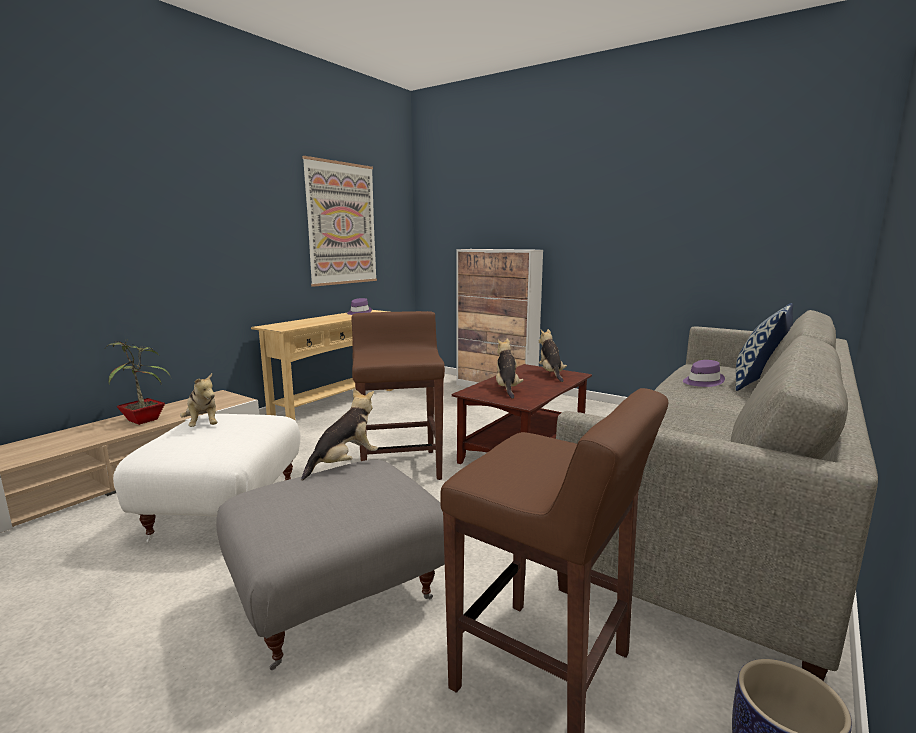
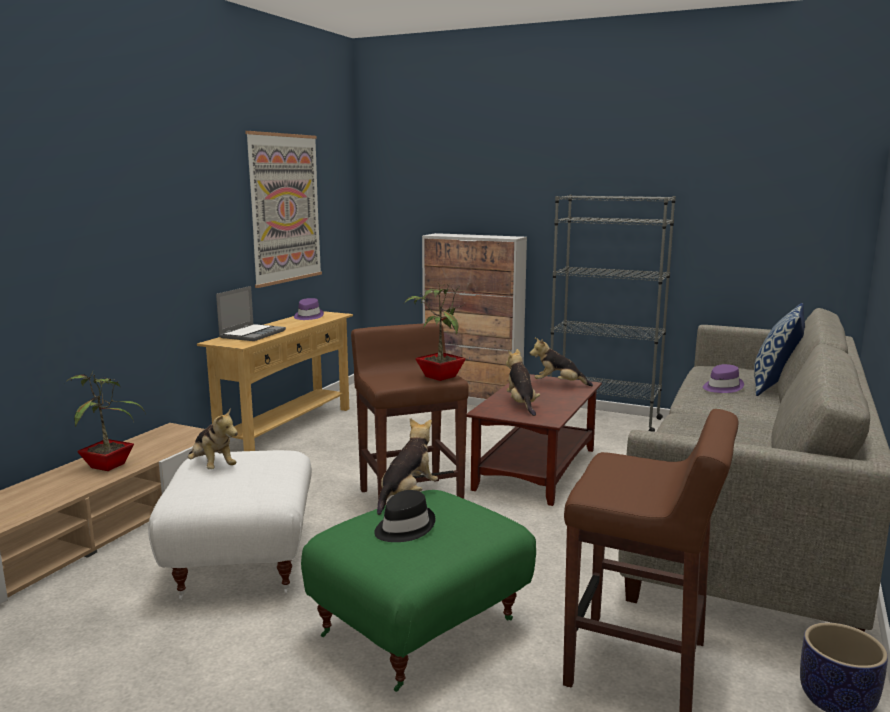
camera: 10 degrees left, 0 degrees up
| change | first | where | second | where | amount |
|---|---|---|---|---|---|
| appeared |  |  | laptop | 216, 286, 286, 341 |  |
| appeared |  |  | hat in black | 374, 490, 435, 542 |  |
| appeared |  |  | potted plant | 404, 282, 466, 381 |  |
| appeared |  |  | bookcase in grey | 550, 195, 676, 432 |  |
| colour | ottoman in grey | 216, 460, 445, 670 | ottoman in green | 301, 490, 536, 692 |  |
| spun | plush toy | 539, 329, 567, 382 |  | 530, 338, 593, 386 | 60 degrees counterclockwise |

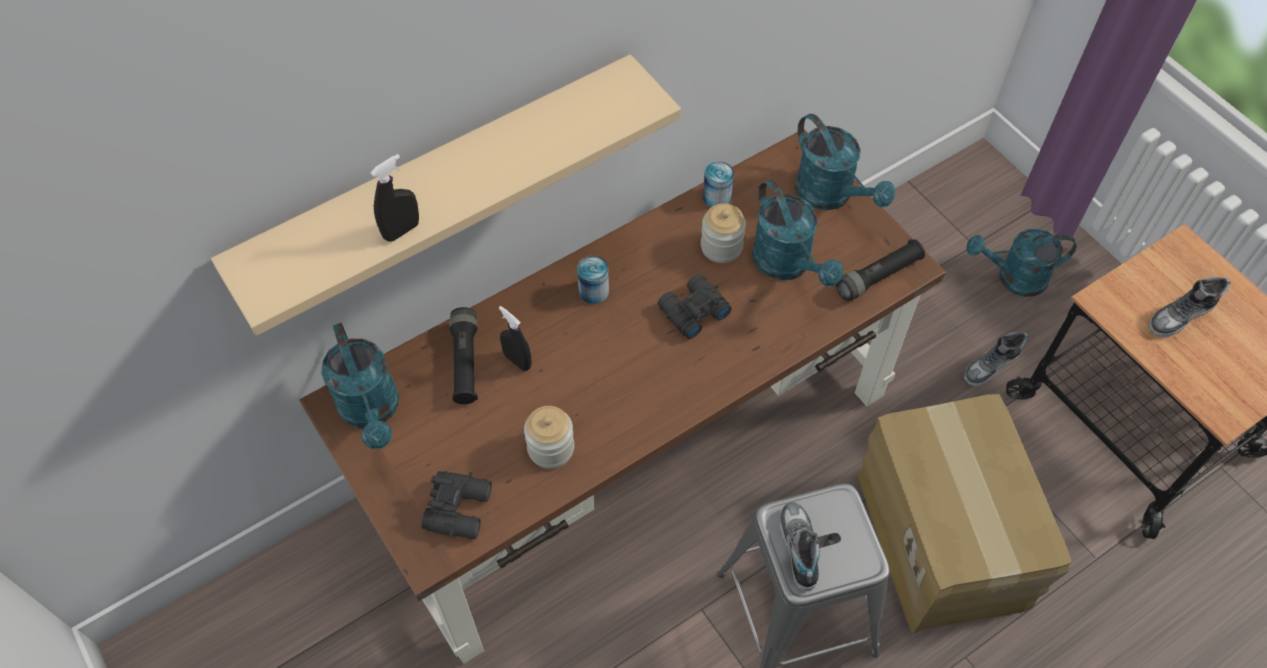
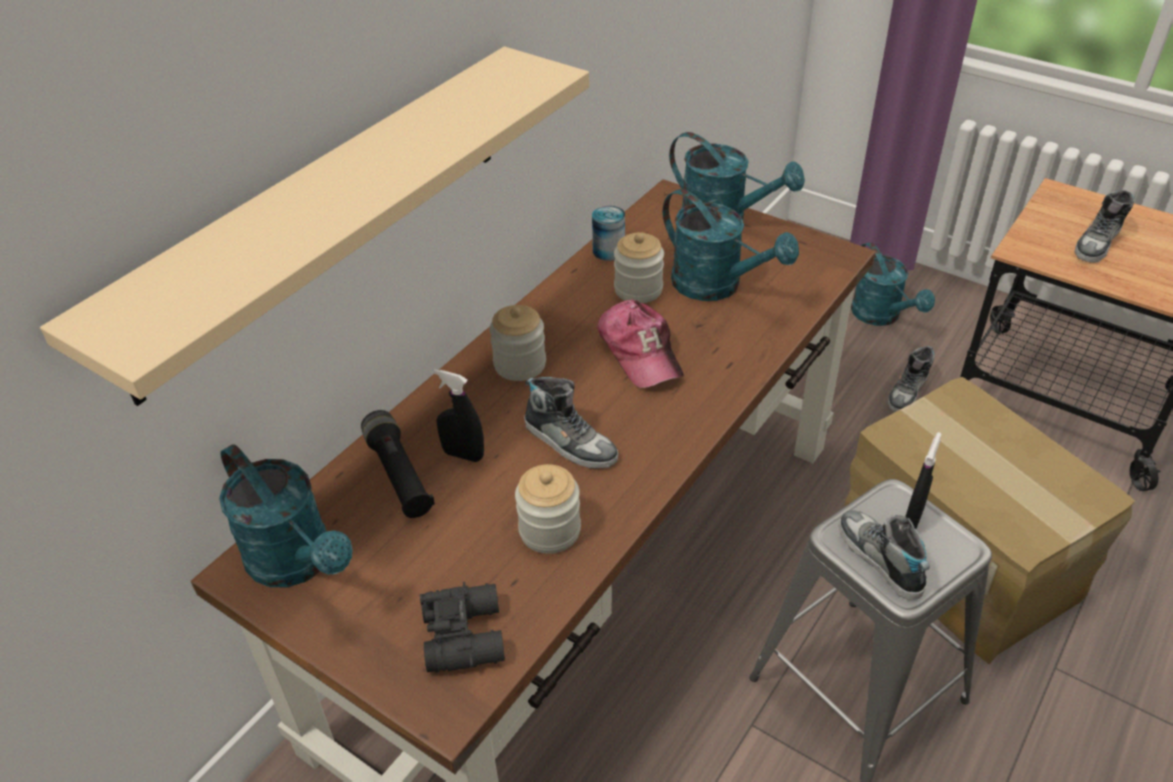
camera: 20 degrees left, 15 degrees down
| change | first | where | second | where | amount |
|---|---|---|---|---|---|
| missing | flashlight in black | 836, 239, 925, 301 |  |  |  |
| appeared |  |  | shoe | 524, 377, 618, 469 |  |
| relocated | spray bottle in black | 370, 154, 419, 242 |  | 905, 432, 941, 529 |  |
| exchanged | can | 577, 256, 609, 304 | jar | 489, 305, 546, 381 |  |
| exchanged | binoculars in black | 657, 274, 732, 339 | cap | 597, 300, 684, 388 |  |
| spun | watering can in turquoise | 966, 229, 1076, 297 |  | 851, 242, 935, 326 | 90 degrees counterclockwise |

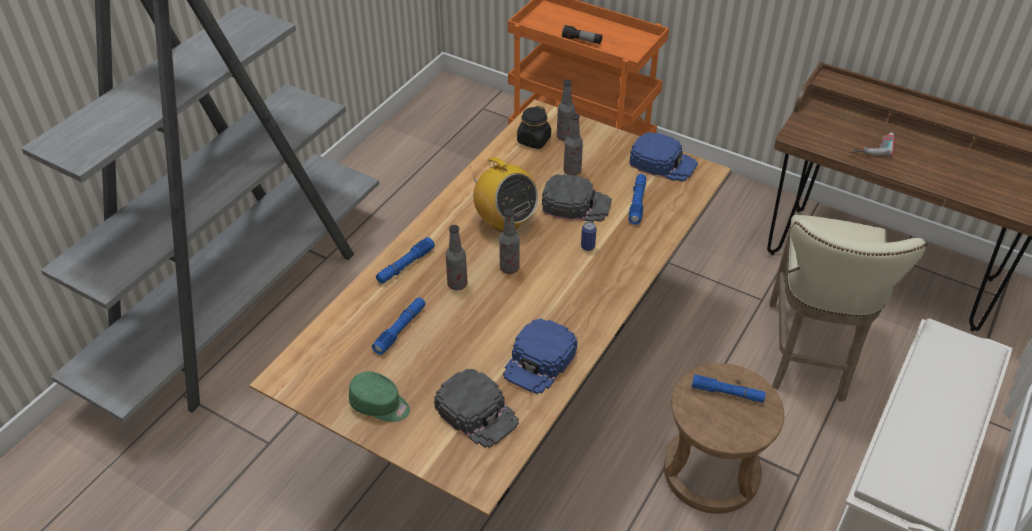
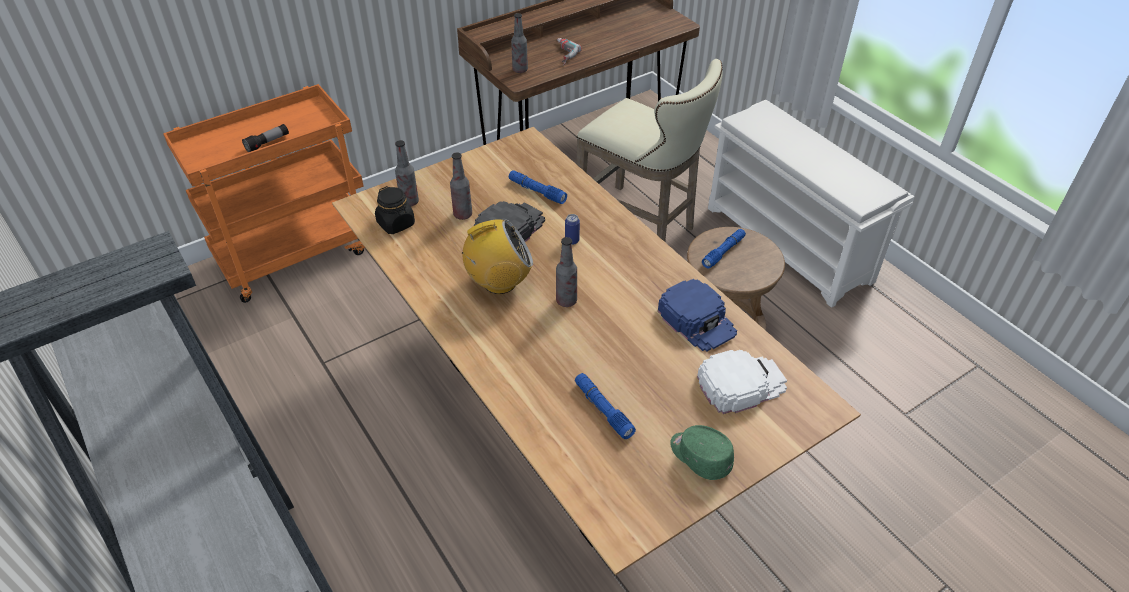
camera: 65 degrees left, 0 degrees up
| change | first | where | second | where | amount |
|---|---|---|---|---|---|
| missing | flashlight in blue | 376, 237, 435, 284 |  |  |  |
| missing | cap in blue | 629, 132, 698, 182 |  |  |  |
| relocated | bottle | 446, 225, 468, 290 |  | 511, 13, 528, 73 |  |
| colour | cap in black | 434, 369, 519, 448 | cap in white | 697, 350, 787, 414 |  |
| spun | cap in green | 349, 371, 410, 422 |  | 670, 425, 734, 480 | 90 degrees counterclockwise |

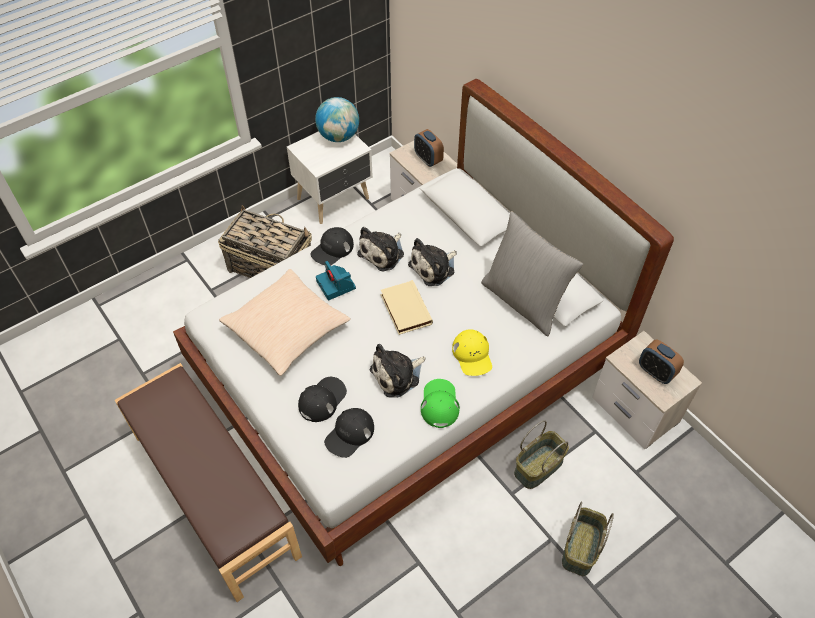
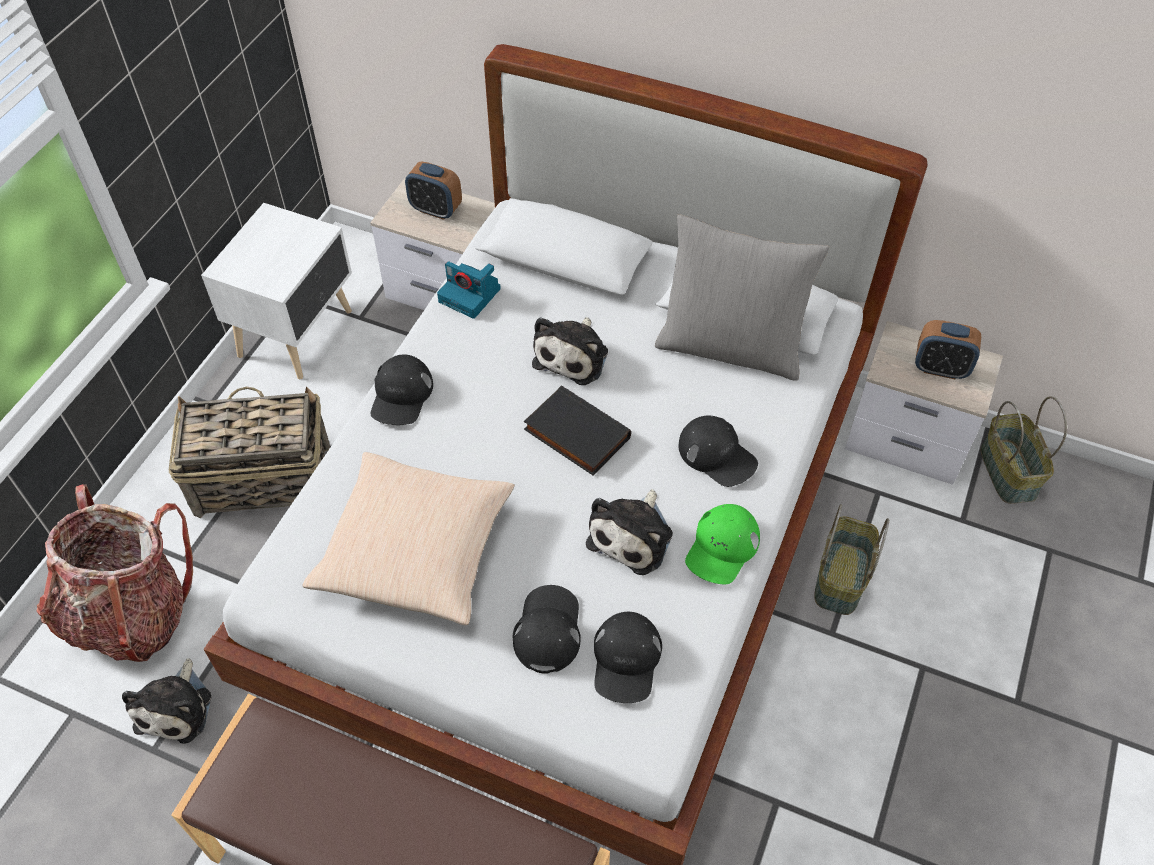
camera: 30 degrees left, 0 degrees up
| change | first | where | second | where | amount |
|---|---|---|---|---|---|
| missing | globe | 315, 97, 359, 142 |  |  |  |
| appeared |  |  | backpack | 36, 484, 193, 662 |  |
| relocated | photo camera | 316, 261, 356, 300 |  | 437, 261, 501, 319 |  |
| relocated | plush toy | 357, 227, 404, 272 |  | 122, 658, 211, 744 |  |
| relocated | basket | 562, 502, 614, 576 |  | 980, 396, 1067, 504 |  |
| colour | book in beige | 381, 280, 433, 335 | book in black | 524, 386, 631, 476 |  |
| colour | cap in yellow | 452, 329, 492, 376 | cap in black | 679, 416, 758, 487 |  |
| spun | cap in green | 421, 379, 460, 428 |  | 685, 504, 760, 584 | 120 degrees counterclockwise |

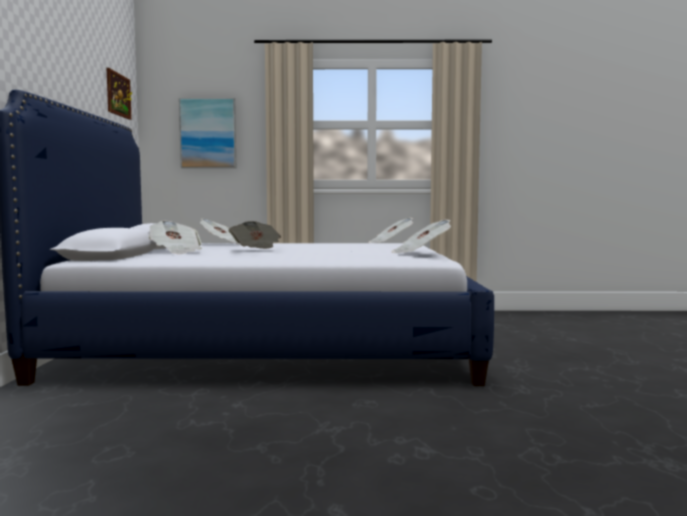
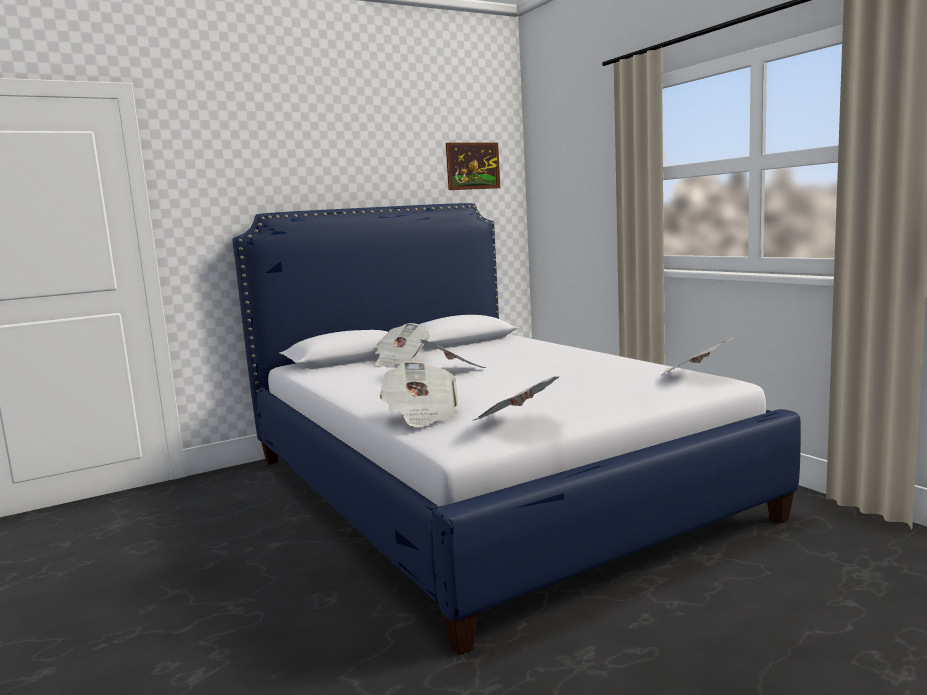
camera: 60 degrees right, 5 degrees up
| change | first | where | second | where | amount |
|---|---|---|---|---|---|
| missing | picture | 179, 98, 236, 168 |  |  |  |
| relocated | newspaper | 200, 218, 241, 245 |  | 380, 361, 458, 427 |  |

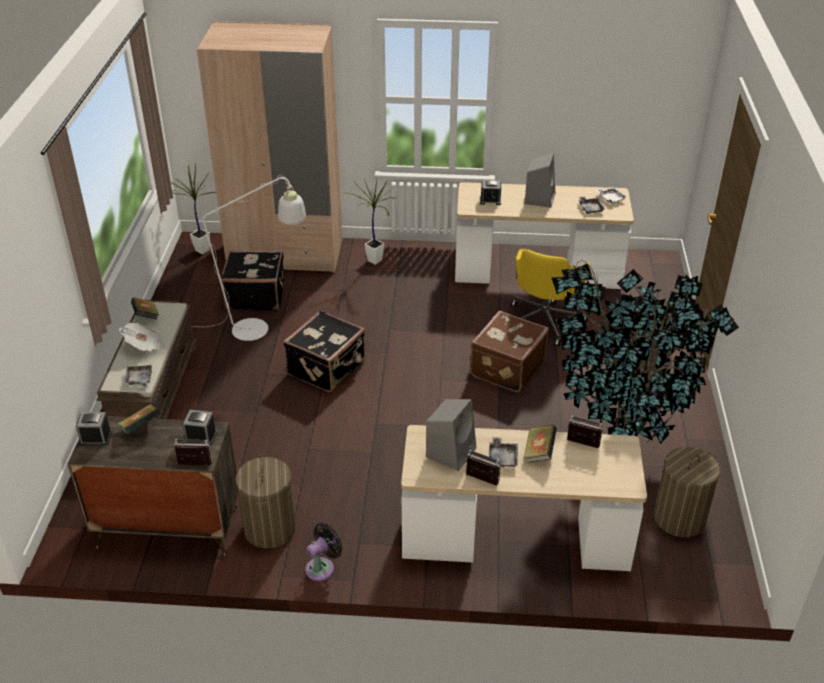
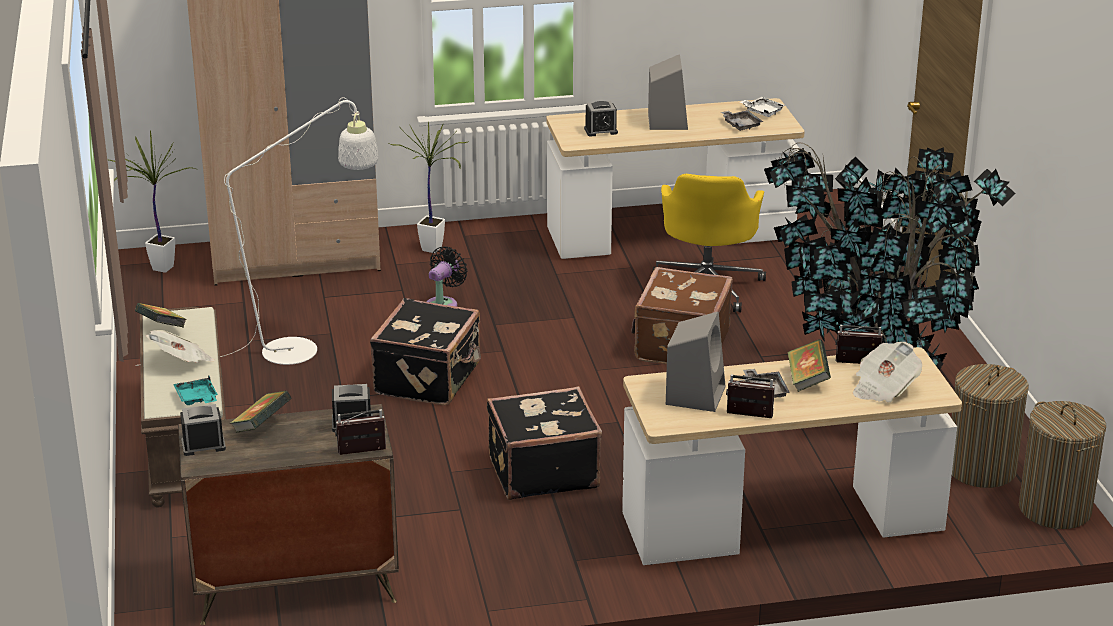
camera: 15 degrees left, 10 degrees down
| change | first | where | second | where | amount |
|---|---|---|---|---|---|
| appeared |  |  | newspaper | 853, 342, 922, 403 |  |
| relocated | suitcase in black | 221, 250, 285, 311 |  | 487, 386, 602, 500 |  |
| relocated | laundry basket | 235, 455, 296, 548 |  | 1019, 401, 1106, 529 |  |
| relocated | fan in black | 305, 523, 343, 581 |  | 427, 246, 468, 307 |  |
| colour | tray in grey | 125, 365, 152, 387 | tray in turquoise | 173, 375, 218, 405 |  |

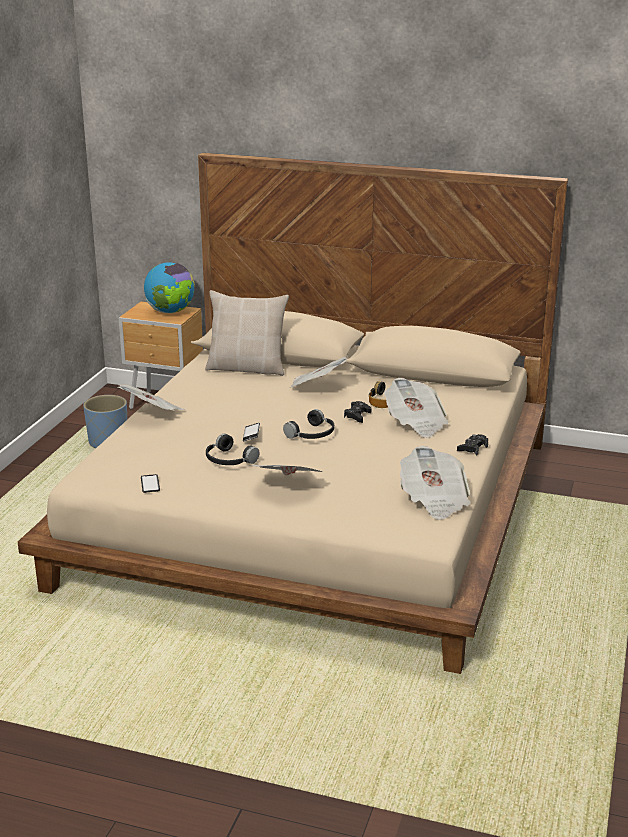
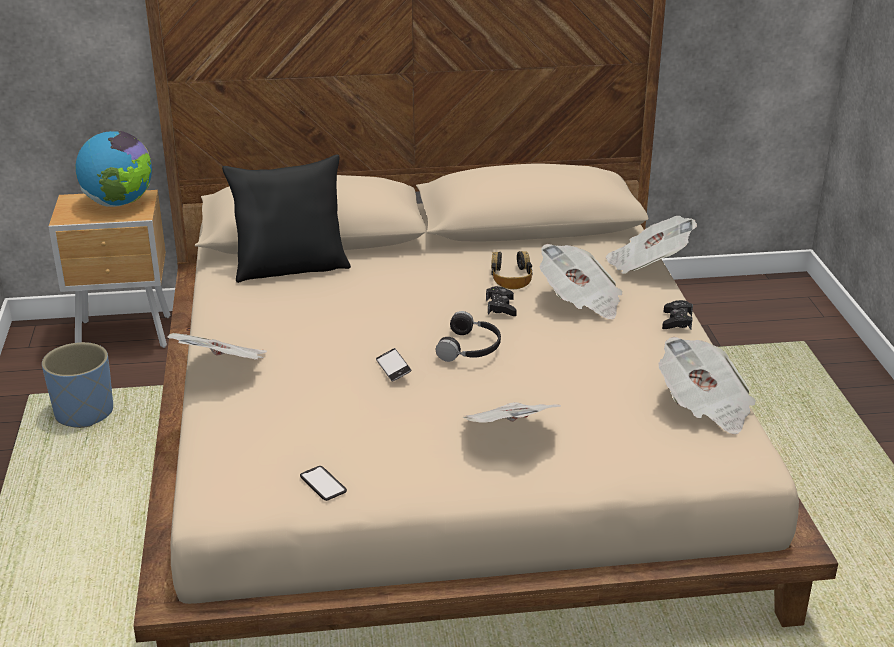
camera: 25 degrees left, 5 degrees up
| change | first | where | second | where | amount |
|---|---|---|---|---|---|
| missing | headphones in black | 206, 434, 260, 465 |  |  |  |
| relocated | newspaper | 290, 357, 347, 388 |  | 606, 216, 697, 274 |  |
| colour | pillow in beige | 205, 290, 289, 376 | pillow in black | 222, 155, 351, 283 |  |

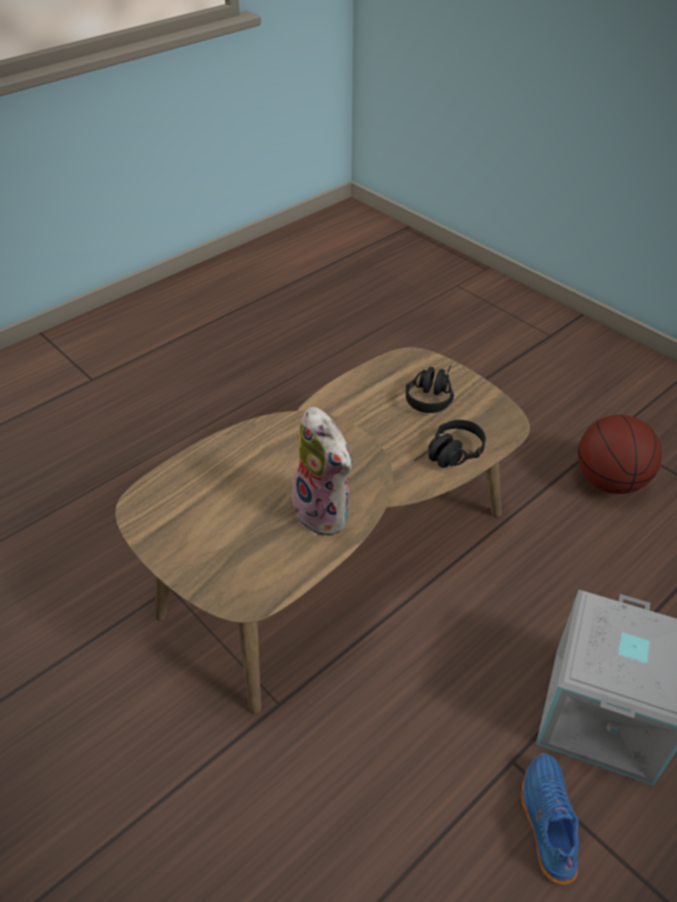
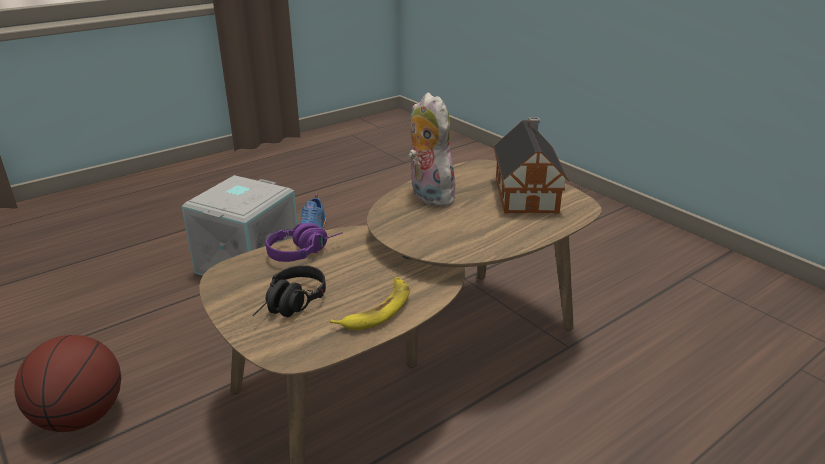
camera: 175 degrees left, 15 degrees down
| change | first | where | second | where | amount |
|---|---|---|---|---|---|
| appeared |  |  | banana | 330, 277, 410, 330 |  |
| appeared |  |  | toy house | 493, 117, 569, 214 |  |
| colour | headphones in black | 414, 420, 486, 468 | headphones in purple | 266, 223, 343, 262 |  |

